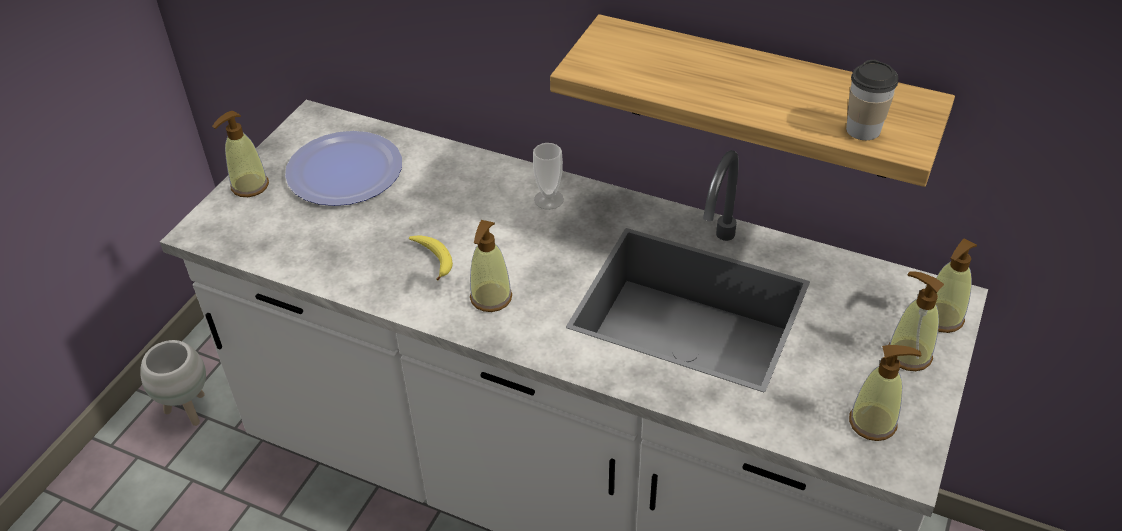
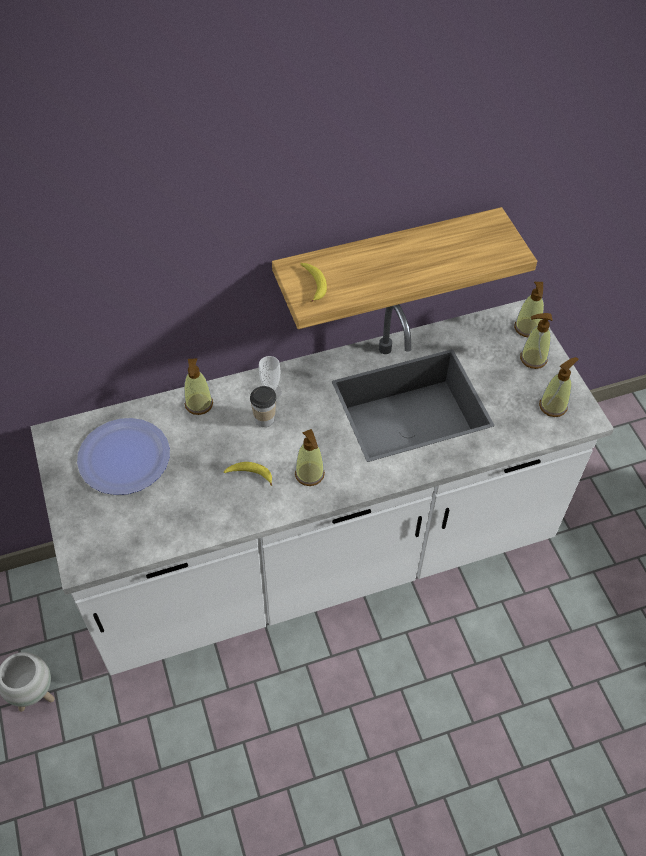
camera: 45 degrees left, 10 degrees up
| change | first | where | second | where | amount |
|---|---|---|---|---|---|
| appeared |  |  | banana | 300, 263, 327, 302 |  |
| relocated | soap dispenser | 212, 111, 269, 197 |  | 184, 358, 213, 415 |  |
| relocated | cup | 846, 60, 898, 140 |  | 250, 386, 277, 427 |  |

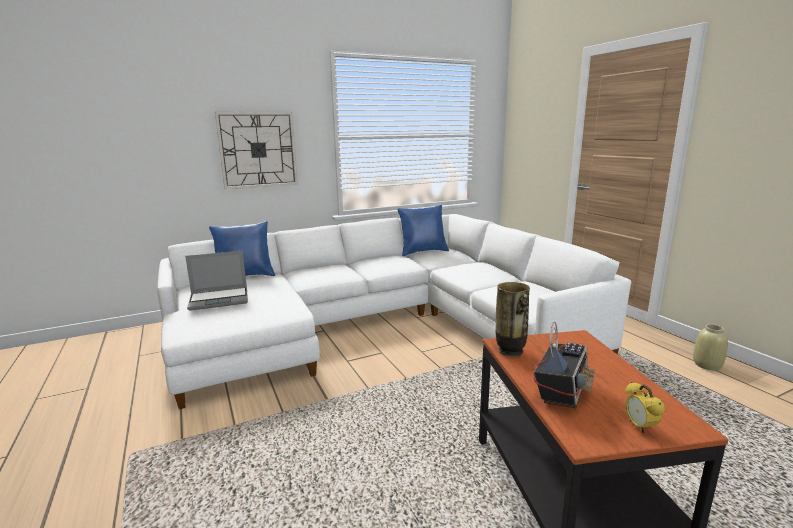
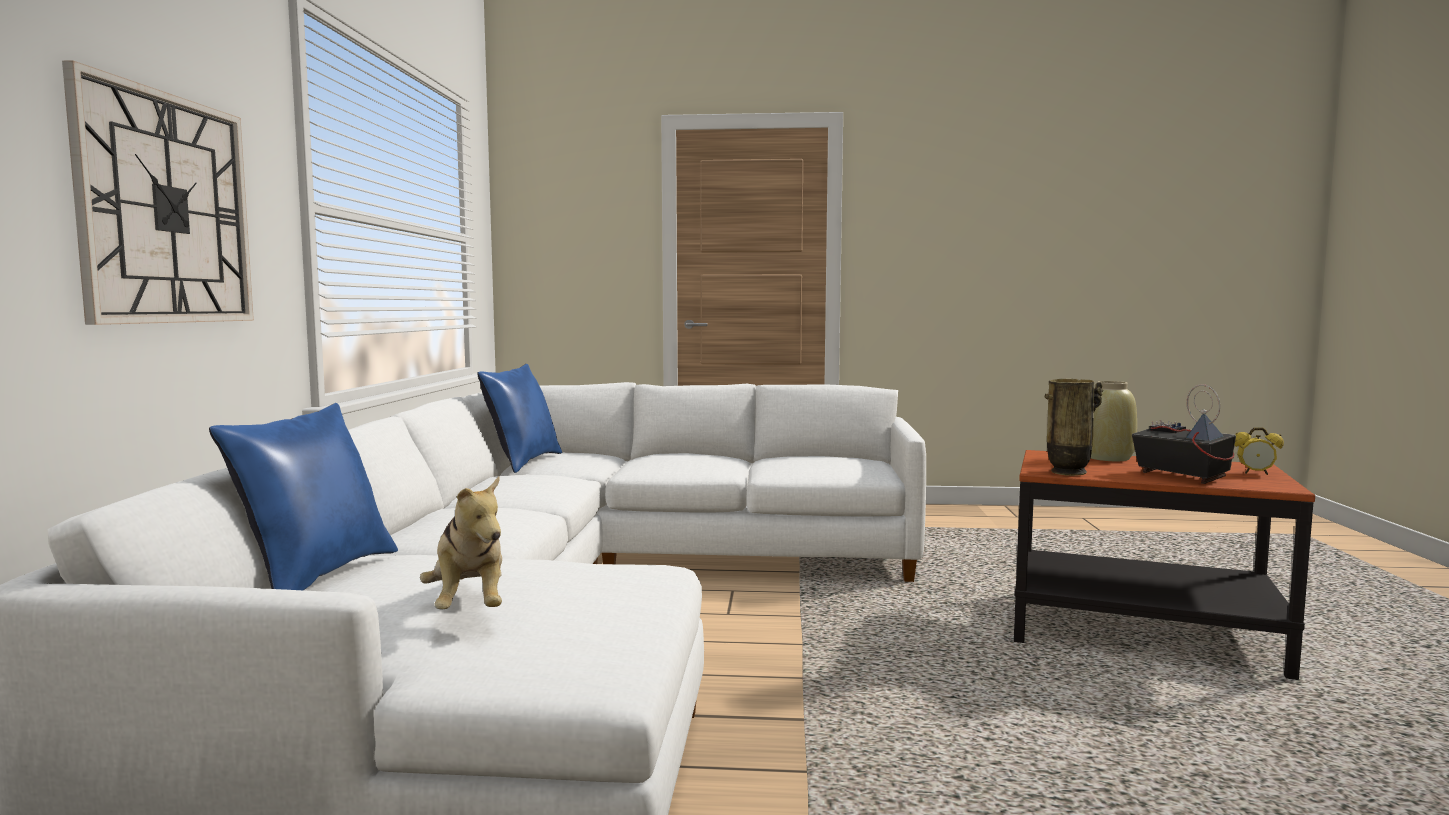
camera: 60 degrees left, 10 degrees down
| change | first | where | second | where | amount |
|---|---|---|---|---|---|
| relocated | vase in beige | 693, 324, 728, 370 |  | 1091, 381, 1137, 461 |  |
| exchanged | laptop | 185, 251, 248, 311 | plush toy | 420, 476, 502, 610 |  |

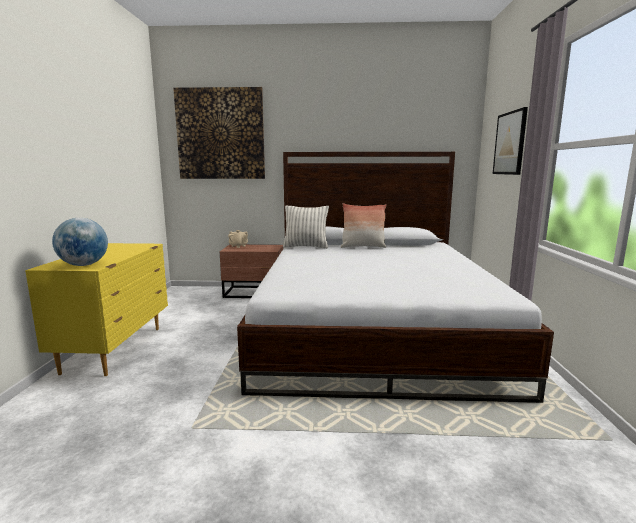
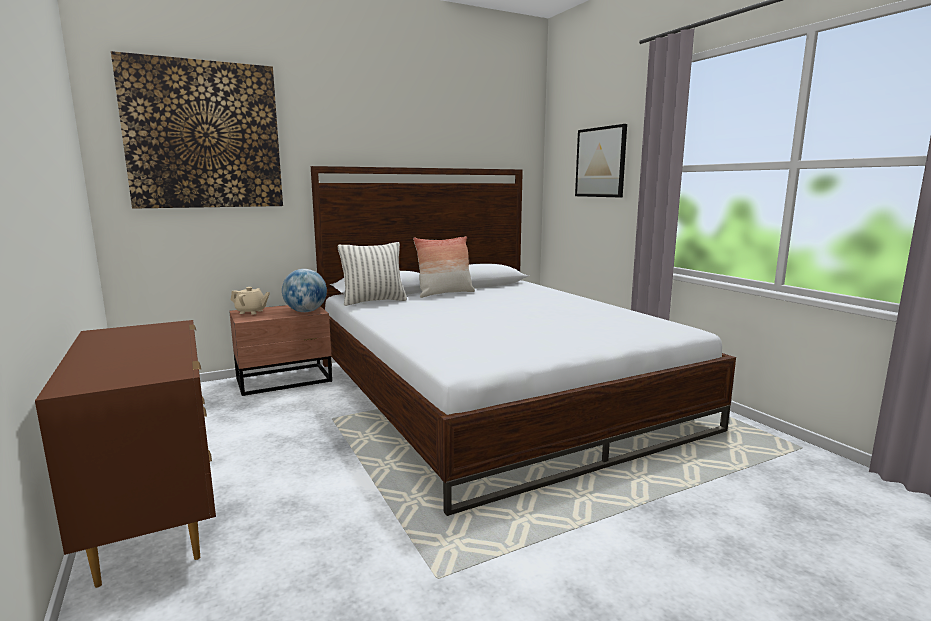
camera: 30 degrees left, 0 degrees up
| change | first | where | second | where | amount |
|---|---|---|---|---|---|
| relocated | globe | 52, 218, 108, 266 |  | 282, 269, 327, 312 |  |
| colour | dresser in yellow | 25, 243, 168, 376 | dresser in brown | 35, 320, 216, 588 |  |

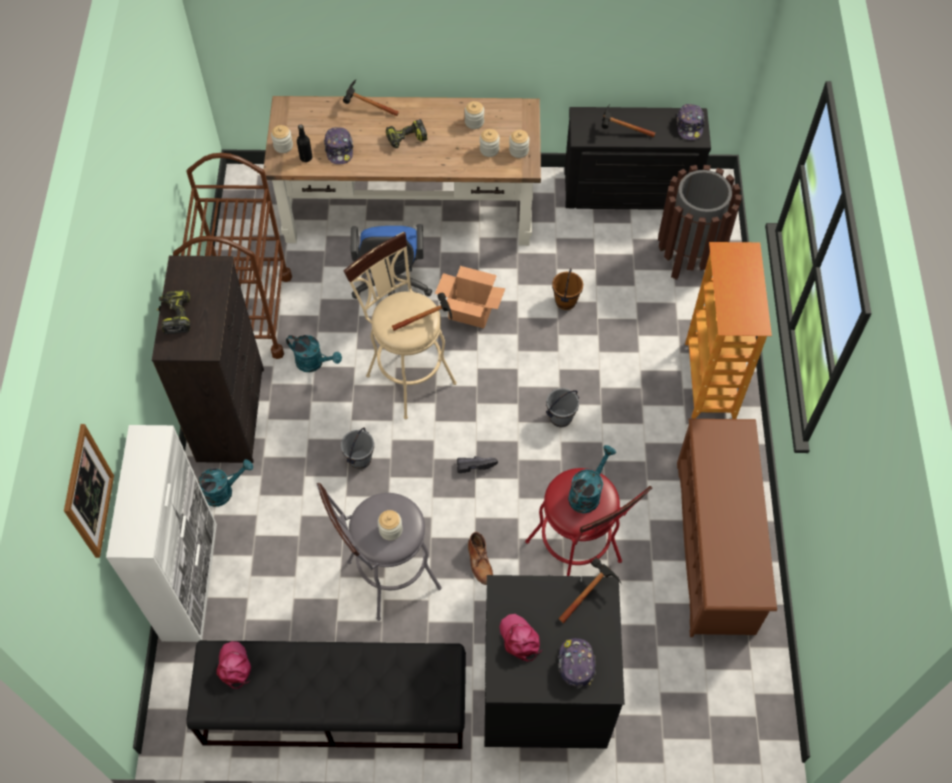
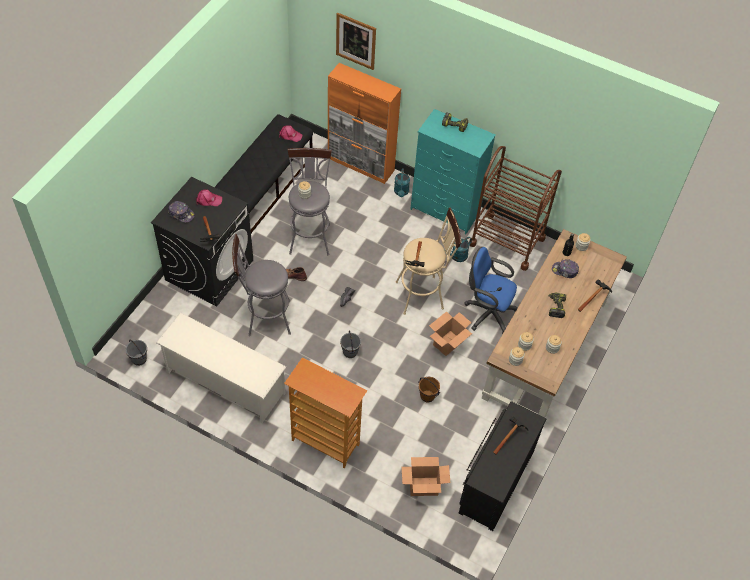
camera: 115 degrees right, 5 degrees down
| change | first | where | second | where | amount |
|---|---|---|---|---|---|
| missing | watering can in turquoise | 568, 445, 616, 513 |  |  |  |
| missing | cap | 677, 104, 705, 140 |  |  |  |
| relocated | bucket in grey | 341, 427, 374, 469 |  | 125, 340, 147, 366 |  |
| exchanged | trash can in brown | 658, 165, 742, 280 | cardboard box | 402, 457, 450, 496 |  |
| colour | cabinet in white | 106, 425, 217, 642 | cabinet in orange | 328, 63, 401, 184 |  |
| colour | dresser in black | 152, 256, 264, 463 | dresser in turquoise | 410, 109, 496, 234 |  |
| colour | stool in red | 525, 468, 652, 576 | stool in grey | 232, 234, 291, 336 |  |
| colour | shoe rack in brown | 677, 419, 777, 637 | shoe rack in white | 156, 313, 286, 423 |  |

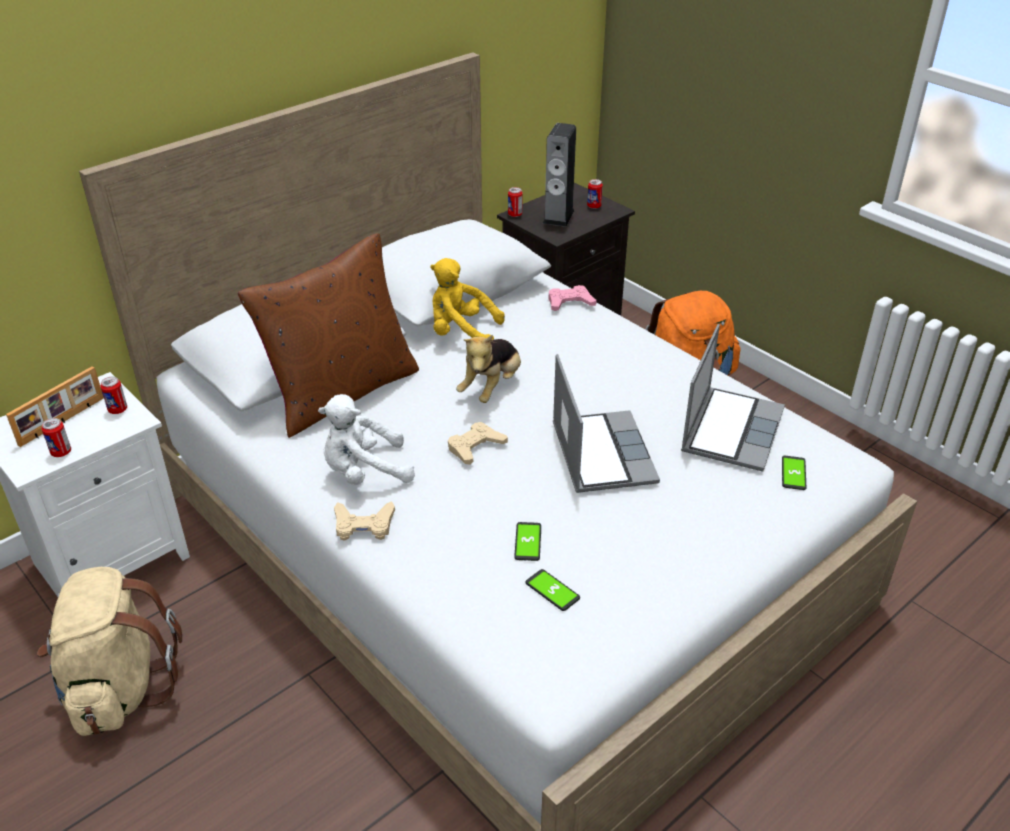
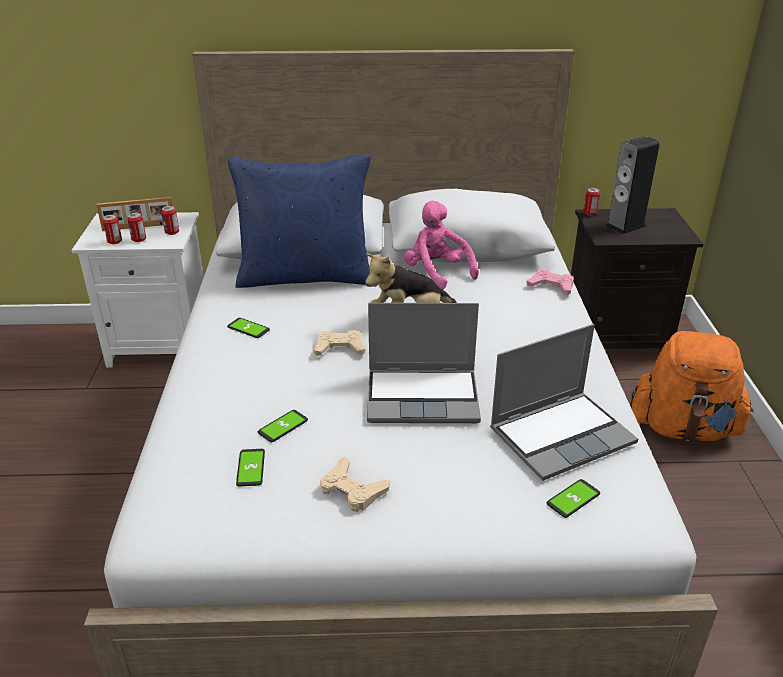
camera: 40 degrees right, 5 degrees down
| change | first | where | second | where | amount |
|---|---|---|---|---|---|
| missing | backpack in beige | 37, 567, 182, 736 |  |  |  |
| relocated | game controller in beige | 334, 501, 395, 541 |  | 320, 456, 390, 512 |  |
| relocated | can | 587, 179, 603, 209 |  | 127, 213, 146, 242 |  |
| exchanged | plush toy in white | 318, 394, 415, 485 | phone | 227, 318, 270, 338 |  |
| colour | pillow in brown | 238, 233, 419, 438 | pillow in blue | 228, 155, 371, 288 |  |
| colour | plush toy in yellow | 430, 258, 505, 340 | plush toy in pink | 404, 200, 479, 290 |  |
| spun | laptop | 553, 354, 660, 493 |  | 367, 303, 481, 423 | 60 degrees clockwise |

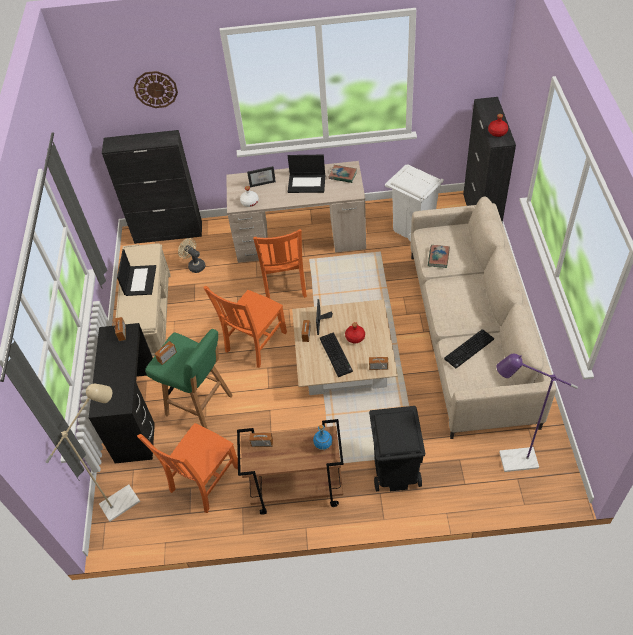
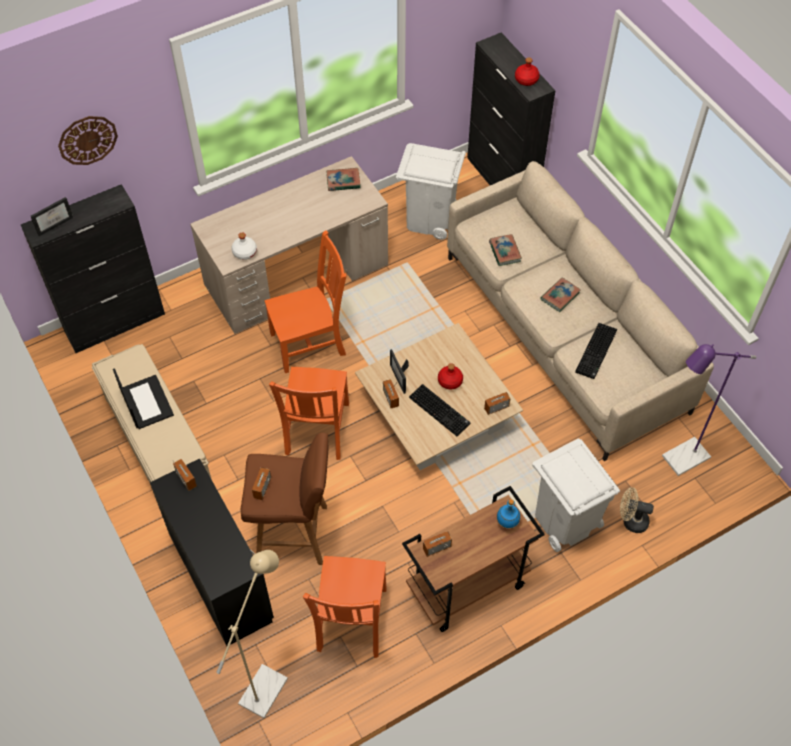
camera: 30 degrees left, 5 degrees up
| change | first | where | second | where | amount |
|---|---|---|---|---|---|
| missing | laptop | 288, 155, 325, 193 |  |  |  |
| appeared |  |  | book | 540, 278, 581, 312 |  |
| relocated | fan in beige | 178, 238, 206, 273 |  | 620, 487, 654, 533 |  |
| relocated | picture frame | 247, 166, 276, 187 |  | 31, 197, 73, 236 |  |
| colour | stool in green | 145, 329, 233, 429 | stool in brown | 241, 433, 329, 565 |  |
| colour | trash can in black | 369, 406, 425, 491 | trash can in white | 532, 439, 620, 552 |  |
| spun | chair in orange | 253, 229, 307, 299 |  | 265, 230, 346, 373 | 75 degrees counterclockwise |

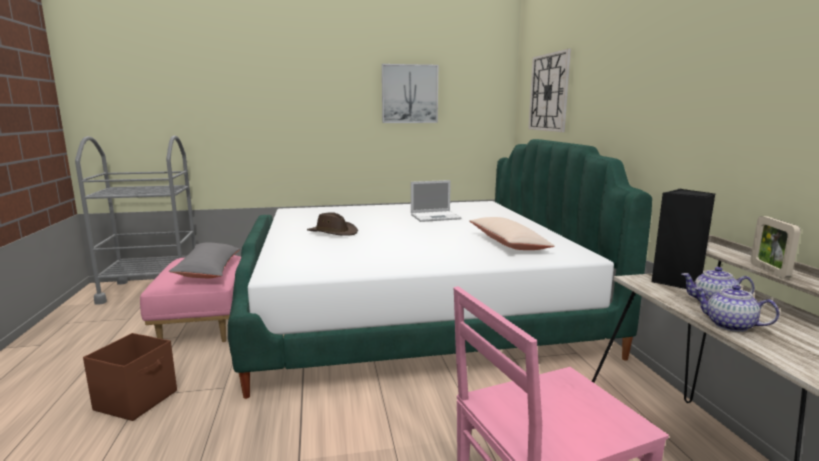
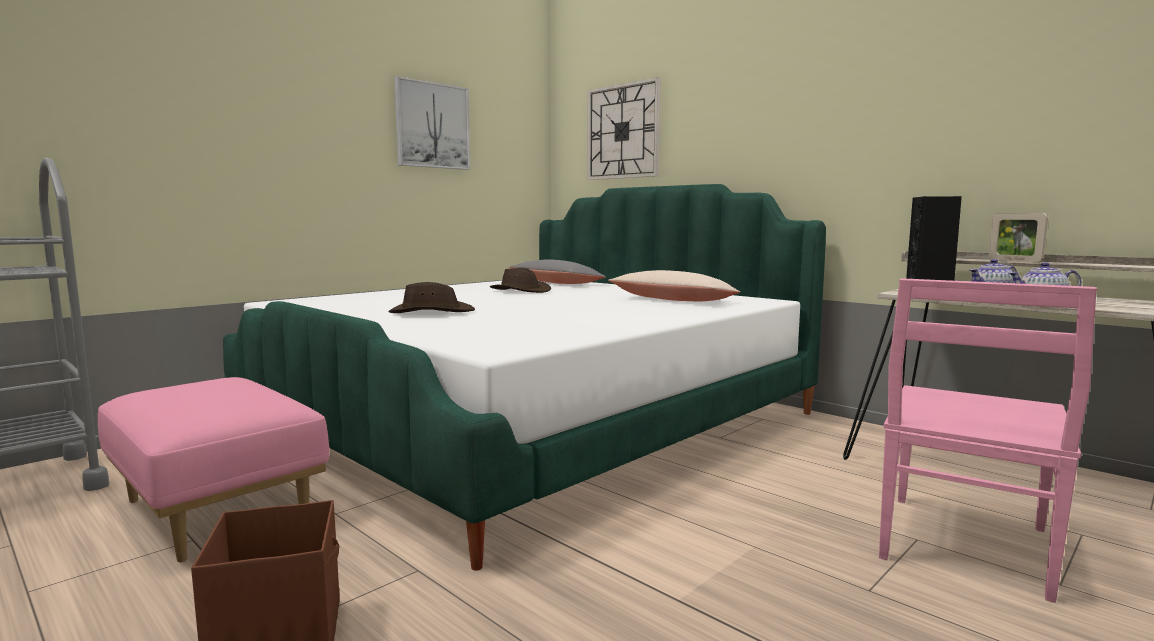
camera: 35 degrees left, 5 degrees down
| change | first | where | second | where | amount |
|---|---|---|---|---|---|
| relocated | pillow in grey | 169, 242, 240, 278 |  | 509, 259, 606, 284 |  |
| exchanged | laptop | 411, 180, 461, 222 | hat in brown | 490, 268, 551, 293 |  |

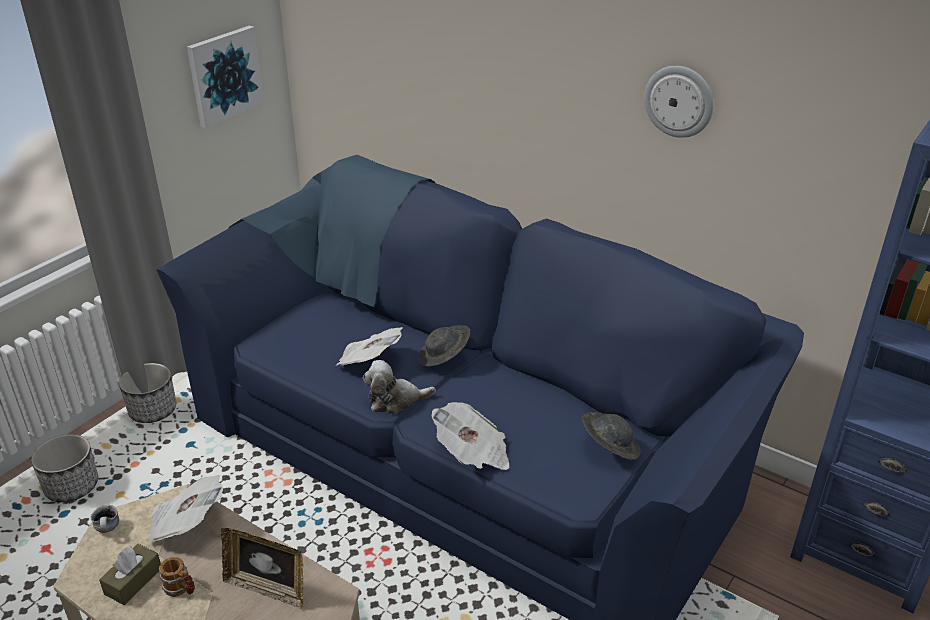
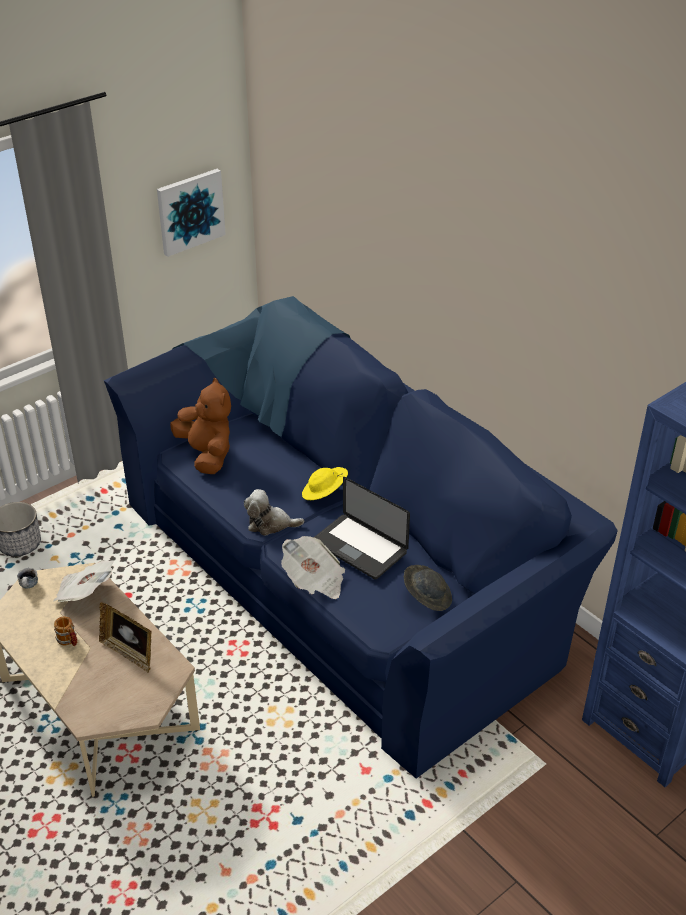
camera: 15 degrees right, 5 degrees up
| change | first | where | second | where | amount |
|---|---|---|---|---|---|
| missing | tissue box in brown | 99, 544, 161, 605 |  |  |  |
| missing | planter | 119, 363, 176, 423 |  |  |  |
| missing | newspaper | 336, 327, 403, 365 |  |  |  |
| missing | wall clock | 644, 66, 714, 138 |  |  |  |
| appeared |  |  | plush toy in brown | 170, 378, 231, 474 |  |
| appeared |  |  | laptop | 314, 477, 410, 579 |  |
| colour | hat in grey | 419, 325, 471, 367 | hat in yellow | 302, 467, 348, 500 |  |

